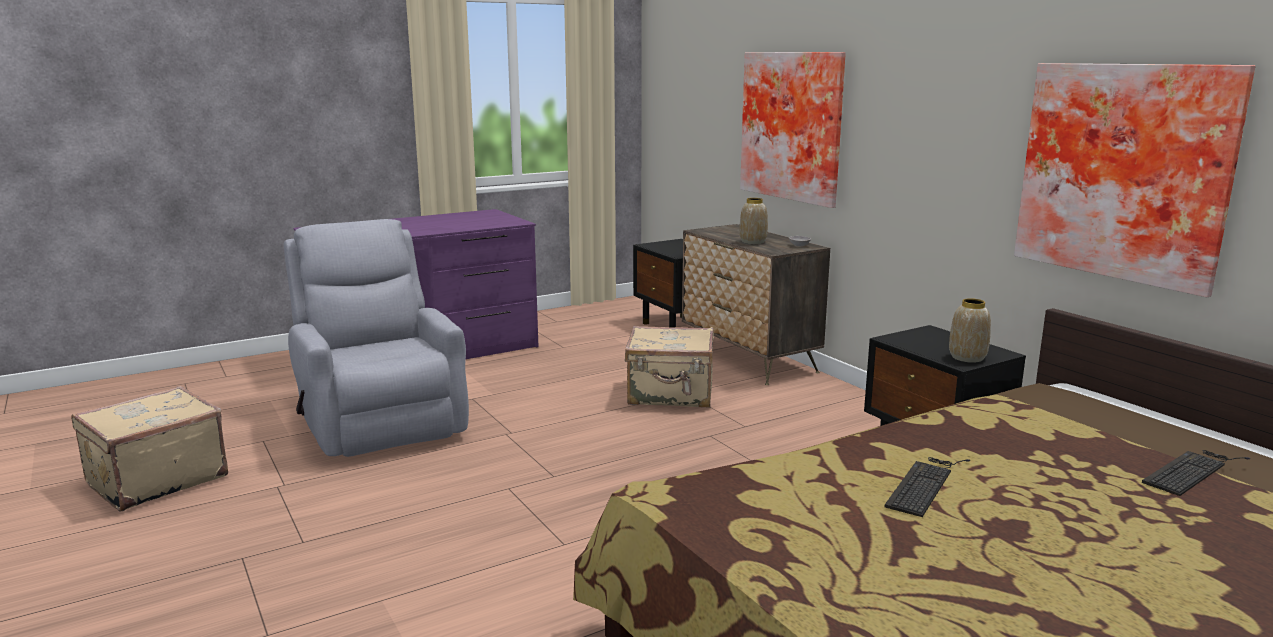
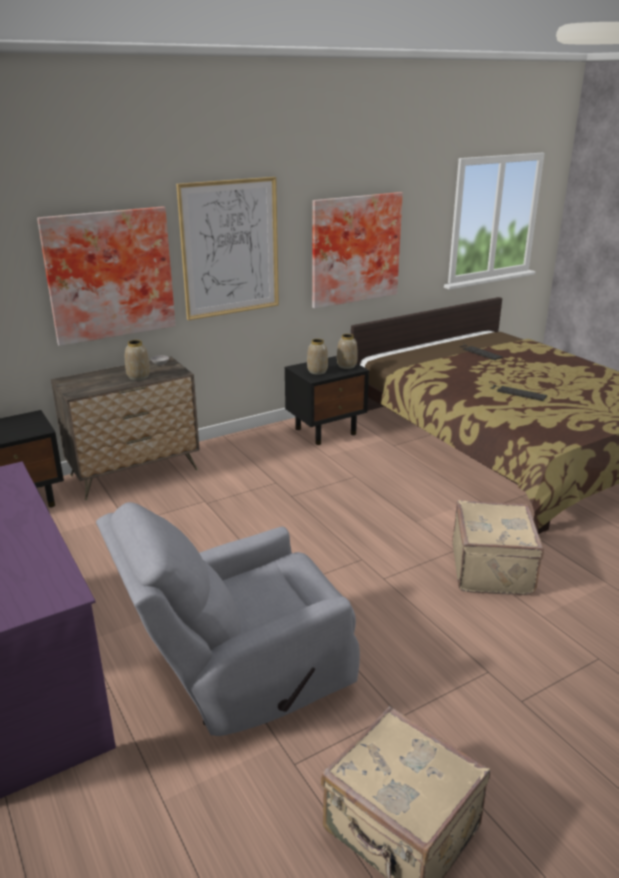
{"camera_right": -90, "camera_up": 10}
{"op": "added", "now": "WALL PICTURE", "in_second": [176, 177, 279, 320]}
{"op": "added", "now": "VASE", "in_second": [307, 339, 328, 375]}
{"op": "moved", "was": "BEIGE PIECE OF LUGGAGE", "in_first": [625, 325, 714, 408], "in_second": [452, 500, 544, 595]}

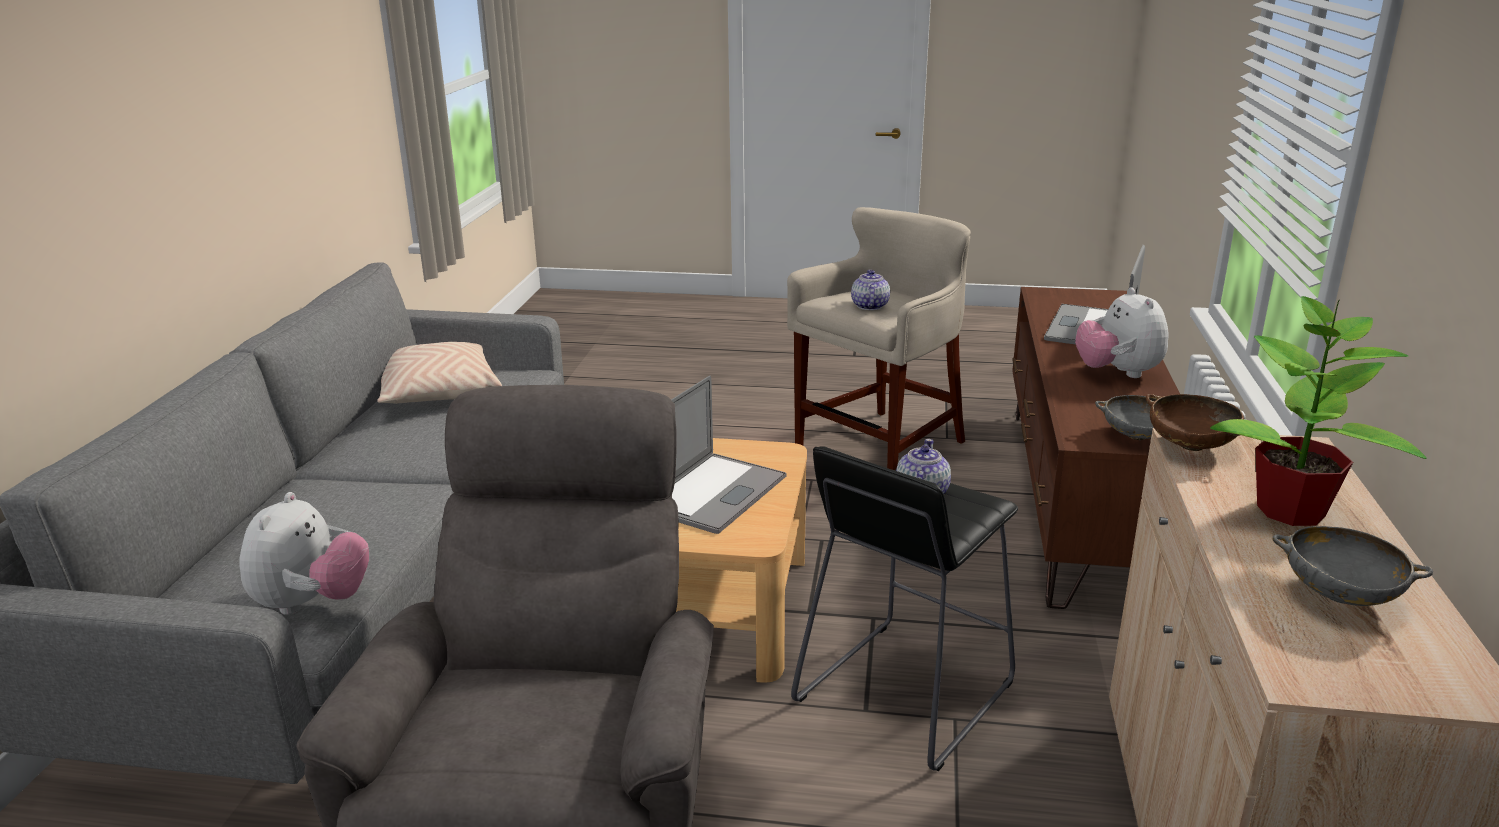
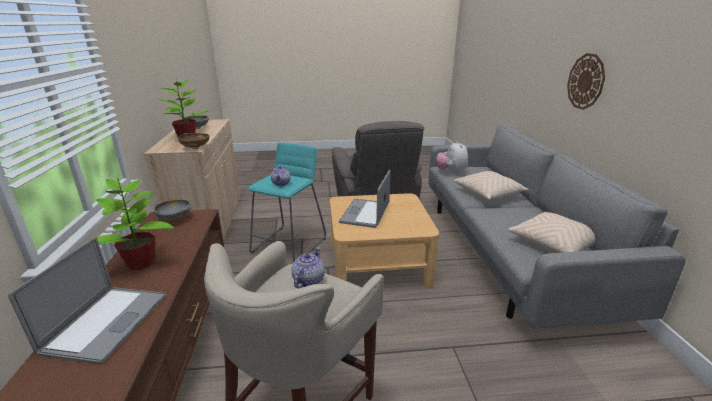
{"camera_right": 165, "camera_up": 0}
{"op": "added", "now": "BEIGE CUSHION", "in_second": [453, 171, 529, 201]}
{"op": "added", "now": "HANGING CLOCK", "in_second": [567, 53, 605, 110]}
{"op": "replaced", "was": "SOFT TOY", "now": "POTTED PLANT", "in_first": [1075, 287, 1169, 378], "in_second": [96, 178, 174, 270]}
{"op": "recoloured", "was": "BLACK STOOL SEAT", "now": "TURQUOISE STOOL SEAT", "in_first": [791, 446, 1018, 771], "in_second": [247, 142, 326, 263]}
{"op": "turned", "was": "TEAPOT", "in_first": [851, 270, 890, 310], "in_second": [292, 247, 325, 289], "clockwise": -150}

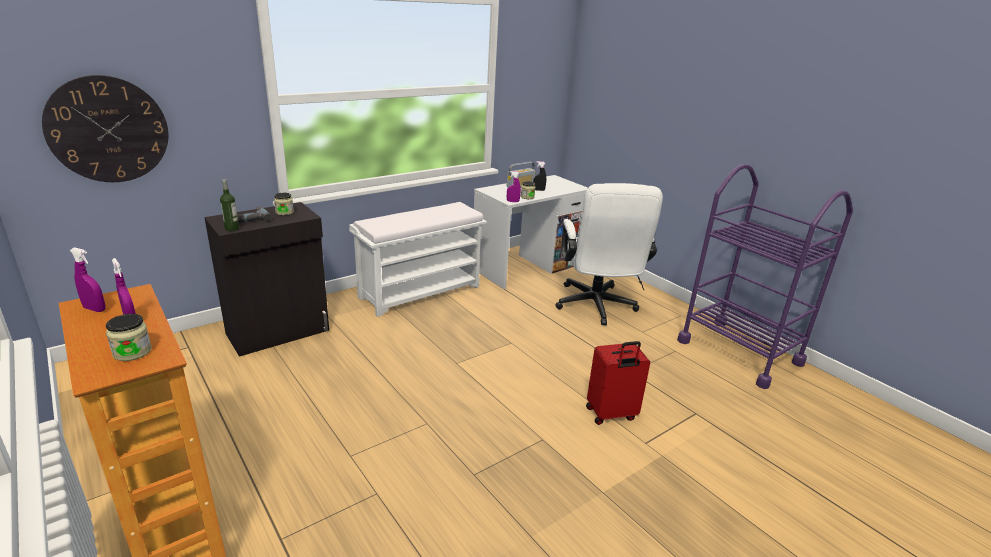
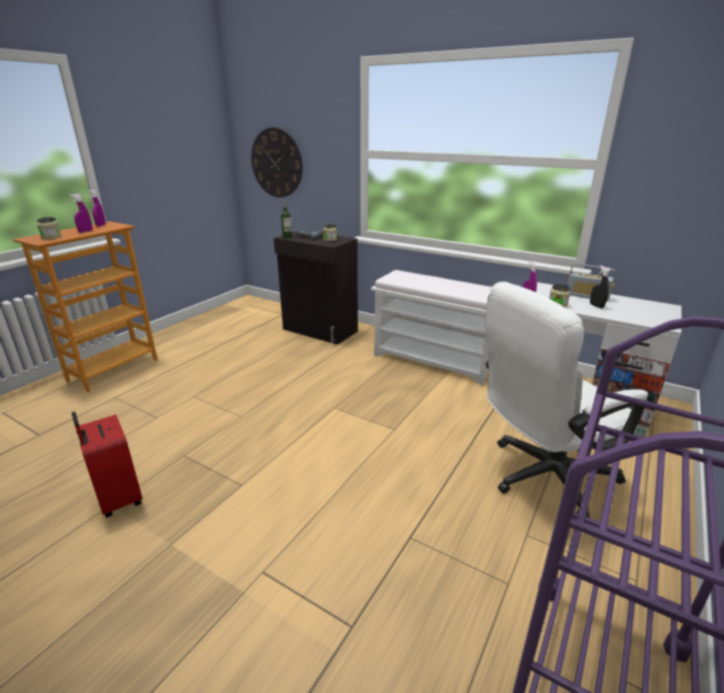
{"camera_right": 70, "camera_up": 0}
{"op": "moved", "was": "REDDISH PIECE OF LUGGAGE", "in_first": [586, 341, 650, 425], "in_second": [72, 412, 142, 518]}

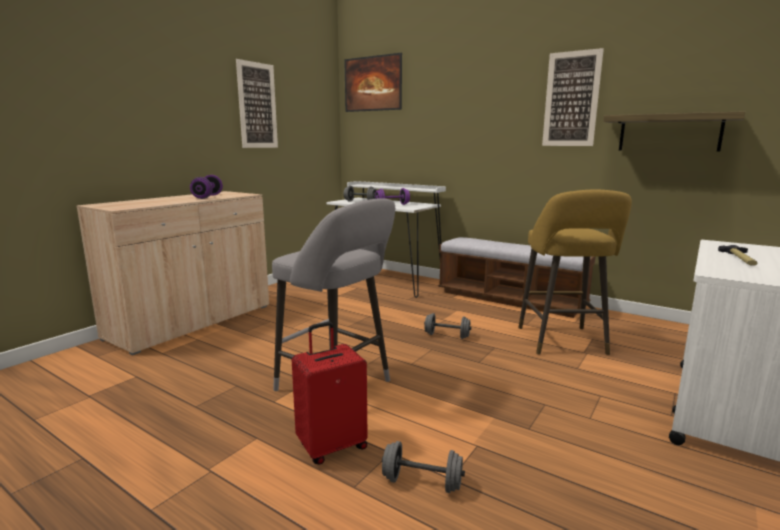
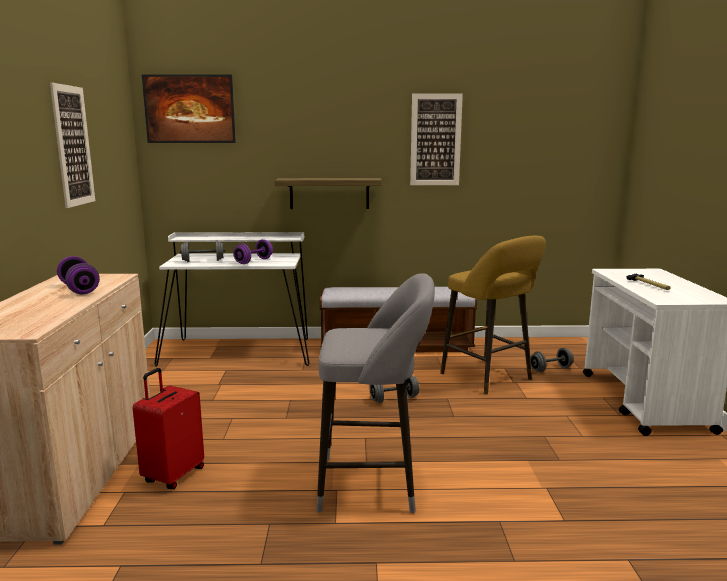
{"camera_right": -35, "camera_up": 0}
{"op": "moved", "was": "REDDISH PIECE OF LUGGAGE", "in_first": [292, 322, 368, 465], "in_second": [133, 368, 204, 489]}
{"op": "moved", "was": "GREYISH DUMBBELL", "in_first": [382, 441, 465, 493], "in_second": [530, 348, 574, 372]}
{"op": "moved", "was": "BRACKET SHELF", "in_first": [603, 111, 745, 152], "in_second": [275, 178, 382, 209]}

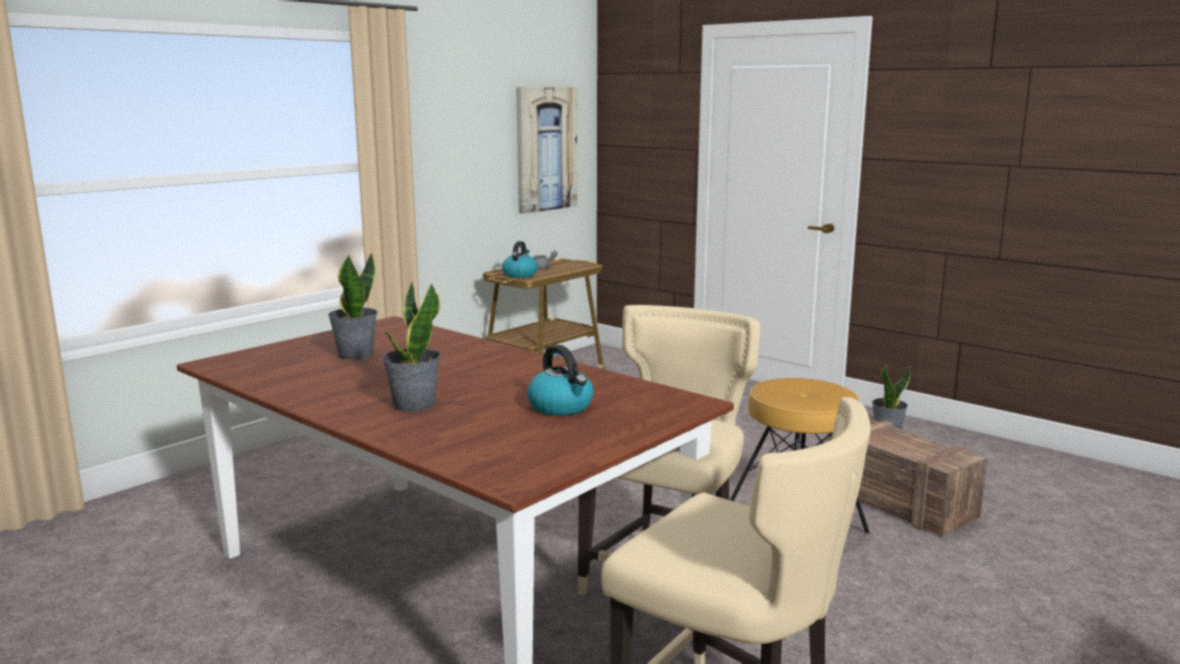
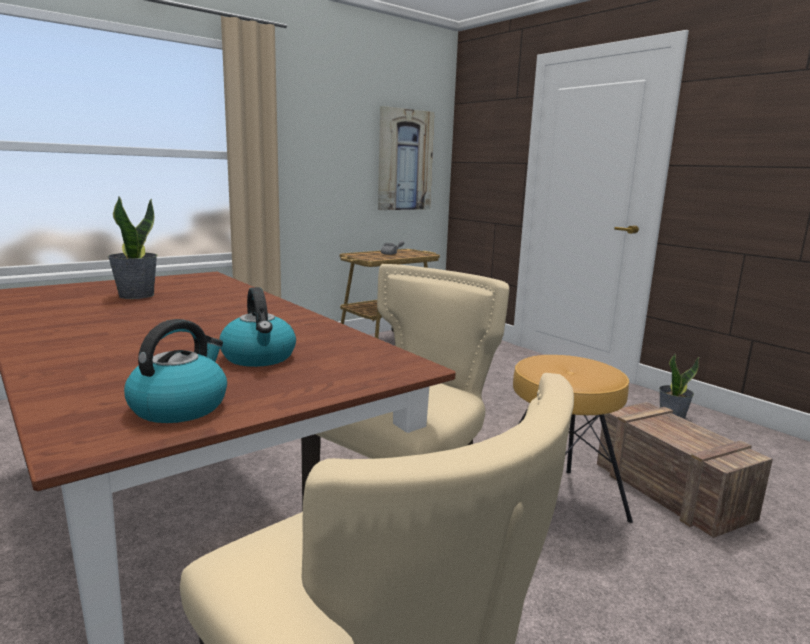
{"camera_right": 10, "camera_up": 0}
{"op": "removed", "was": "POTTED PLANT", "in_first": [382, 281, 440, 412]}
{"op": "moved", "was": "TEA KETTLE", "in_first": [502, 241, 538, 278], "in_second": [124, 319, 227, 423]}

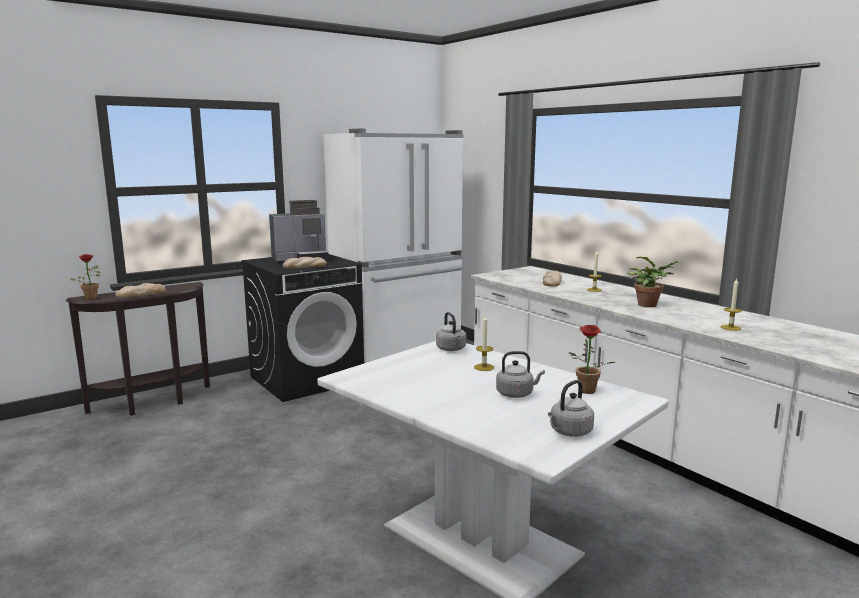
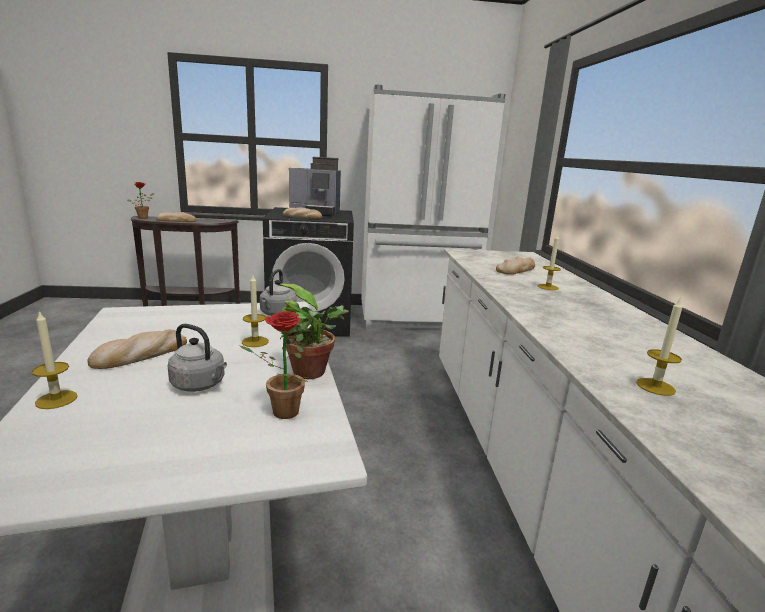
{"camera_right": 30, "camera_up": 5}
{"op": "removed", "was": "GREYISH TEA KETTLE", "in_first": [548, 380, 594, 437]}
{"op": "added", "now": "CANDLE", "in_second": [32, 310, 78, 409]}
{"op": "added", "now": "BAKED BREAD", "in_second": [88, 329, 187, 369]}
{"op": "moved", "was": "POTTED PLANT", "in_first": [627, 256, 682, 307], "in_second": [278, 283, 349, 379]}

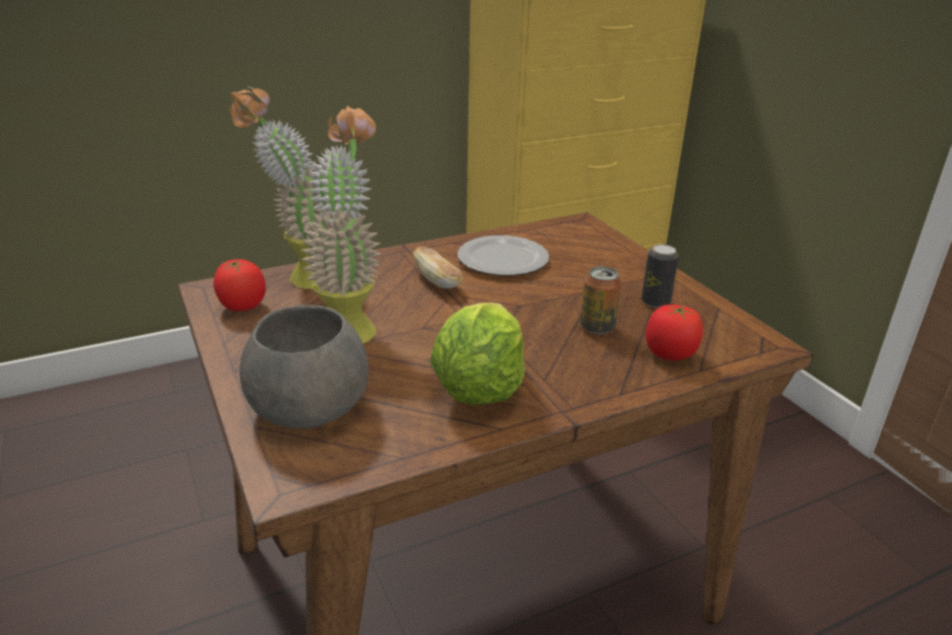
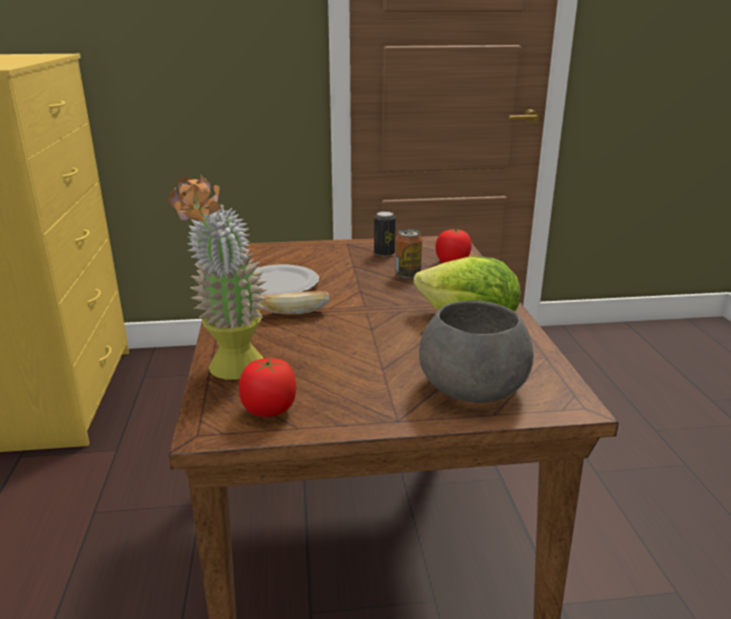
{"camera_right": -70, "camera_up": -5}
{"op": "removed", "was": "POTTED PLANT", "in_first": [300, 106, 381, 343]}

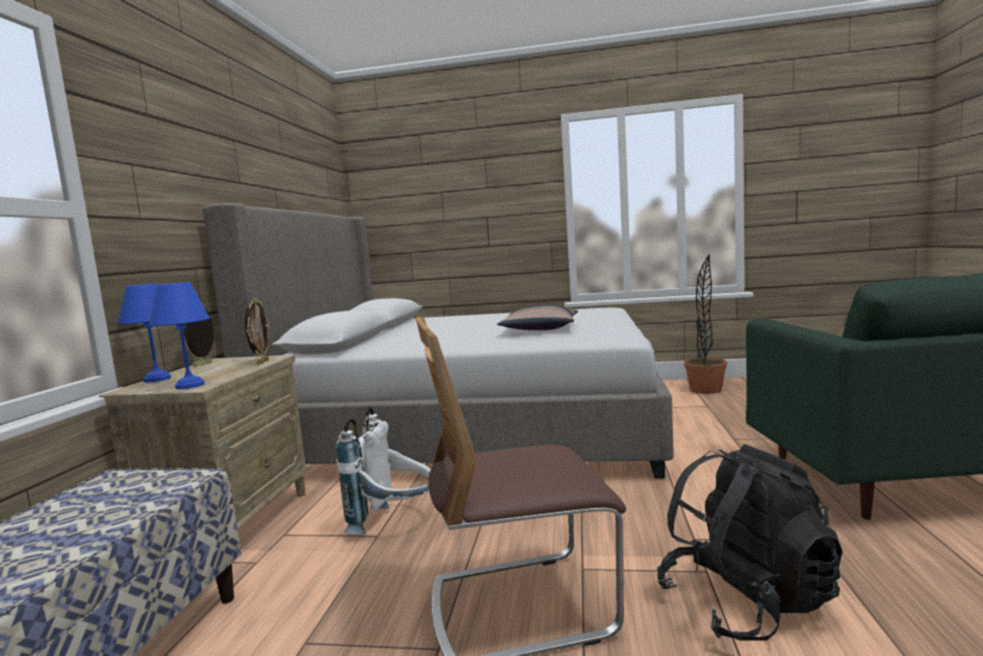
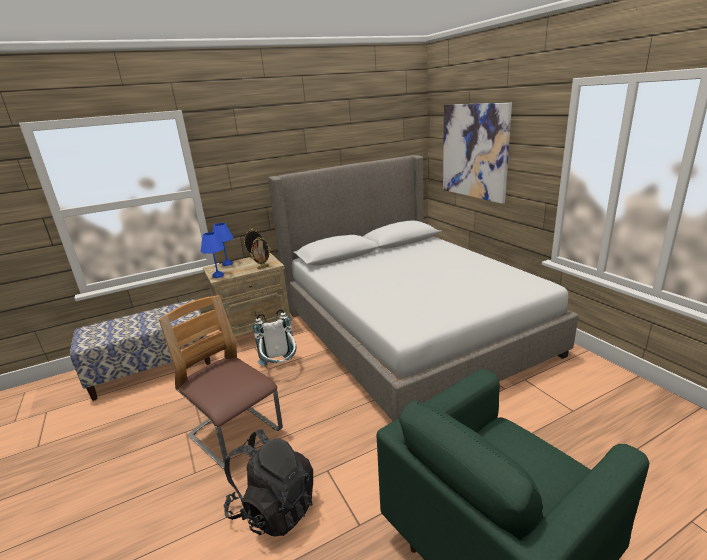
{"camera_right": 55, "camera_up": 15}
{"op": "removed", "was": "CUSHION", "in_first": [497, 305, 578, 330]}
{"op": "removed", "was": "POTTED PLANT", "in_first": [684, 254, 727, 394]}
{"op": "added", "now": "WALL PICTURE", "in_second": [443, 103, 512, 204]}

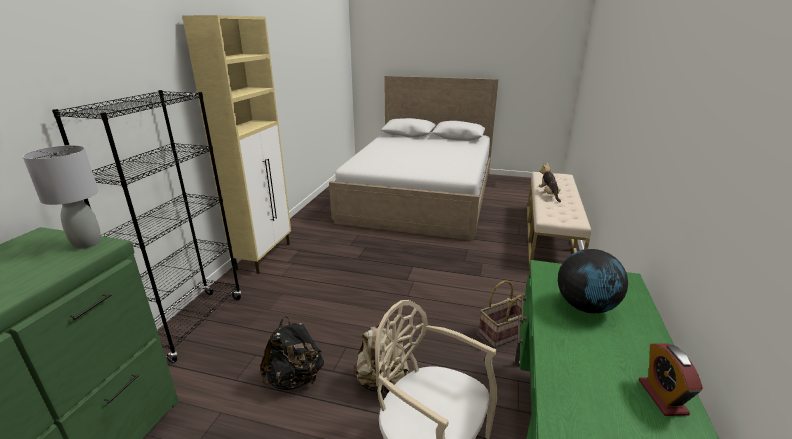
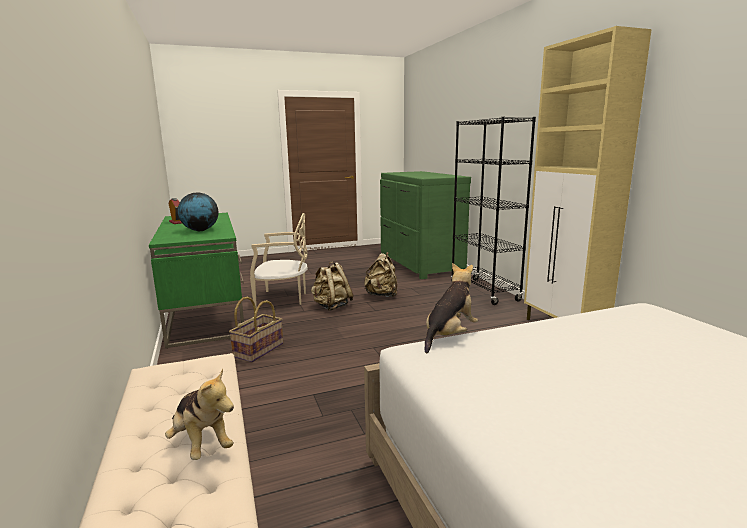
{"camera_right": 145, "camera_up": -10}
{"op": "removed", "was": "GREYISH TABLETOP LAMP", "in_first": [23, 145, 101, 249]}
{"op": "added", "now": "SOFT TOY", "in_second": [424, 263, 478, 353]}
{"op": "recoloured", "was": "BLACK KNAPSACK", "now": "BEIGE KNAPSACK", "in_first": [260, 316, 324, 390], "in_second": [364, 252, 397, 297]}

